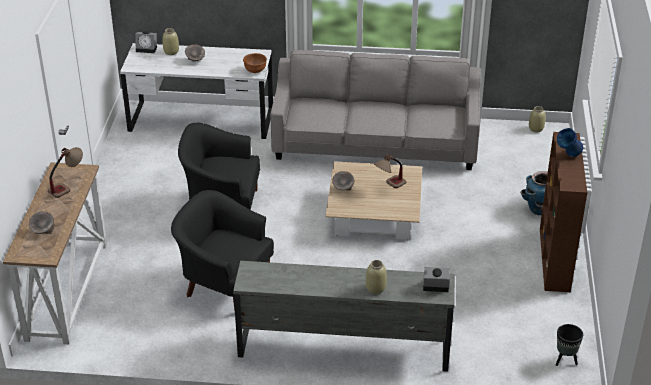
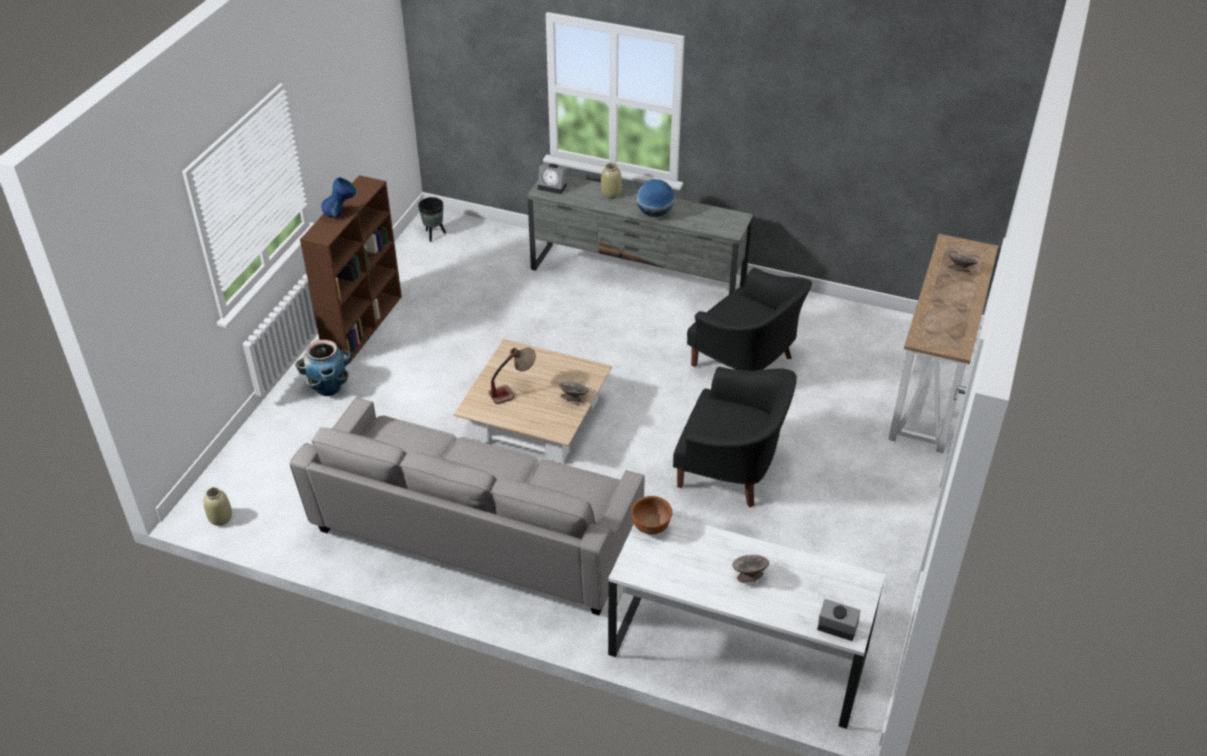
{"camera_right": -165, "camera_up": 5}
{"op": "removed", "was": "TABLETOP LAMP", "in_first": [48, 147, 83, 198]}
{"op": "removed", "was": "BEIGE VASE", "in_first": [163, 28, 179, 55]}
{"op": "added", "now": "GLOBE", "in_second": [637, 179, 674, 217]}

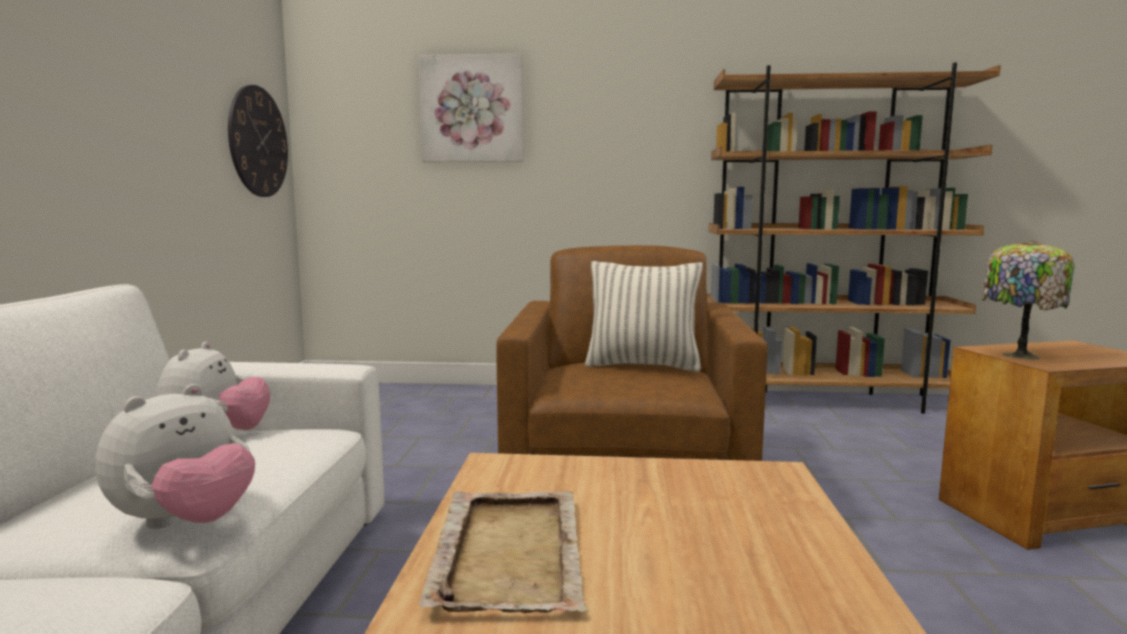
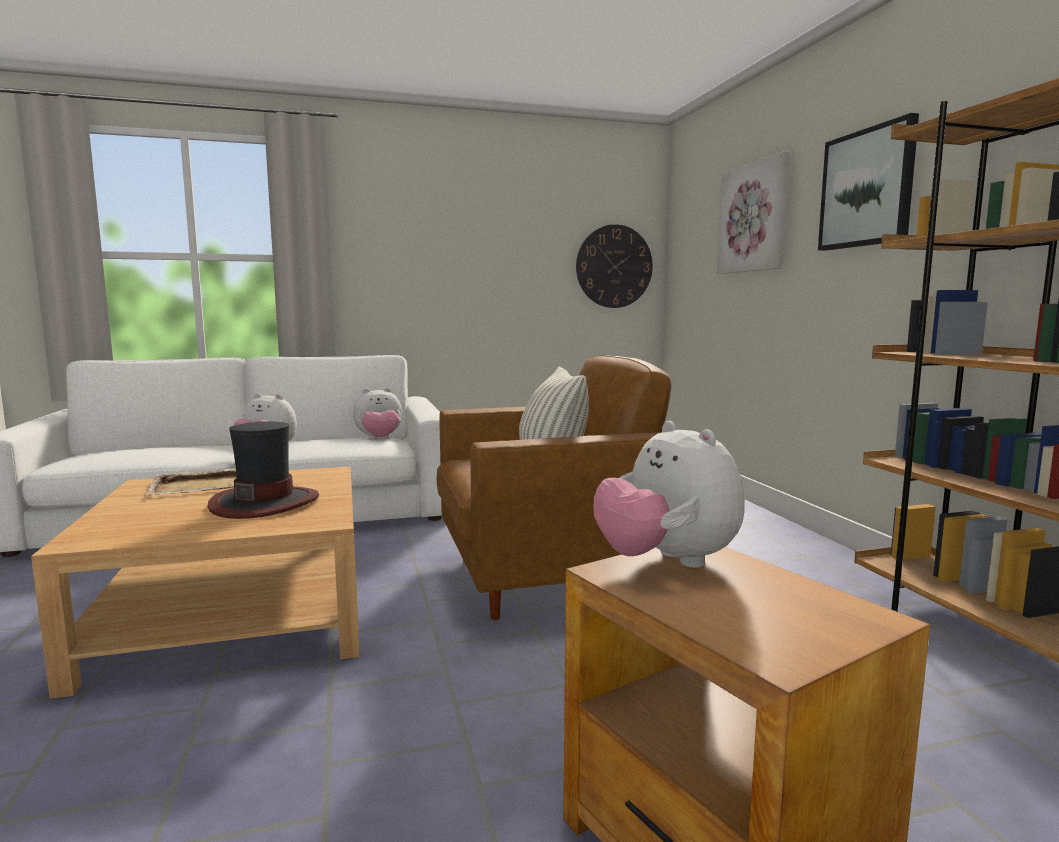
{"camera_right": 70, "camera_up": 0}
{"op": "added", "now": "WEARABLE HAT", "in_second": [207, 421, 319, 519]}
{"op": "added", "now": "WALL PICTURE", "in_second": [818, 113, 919, 251]}
{"op": "replaced", "was": "TABLETOP LAMP", "now": "SOFT TOY", "in_first": [982, 241, 1075, 360], "in_second": [593, 421, 745, 568]}

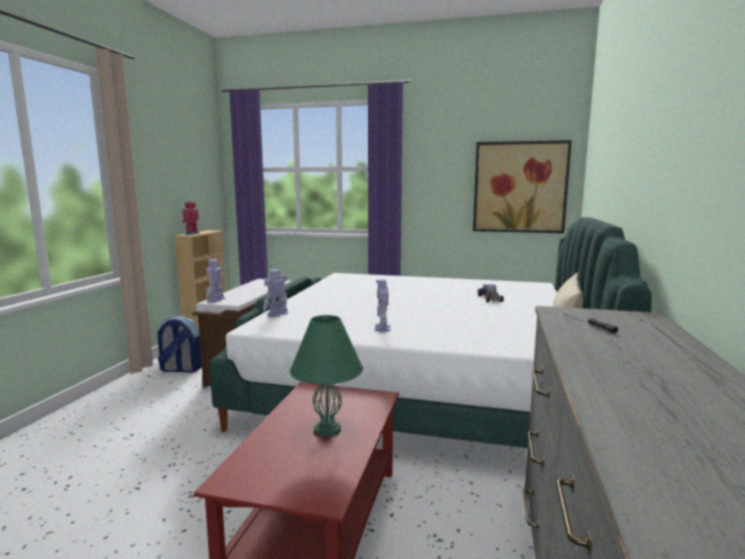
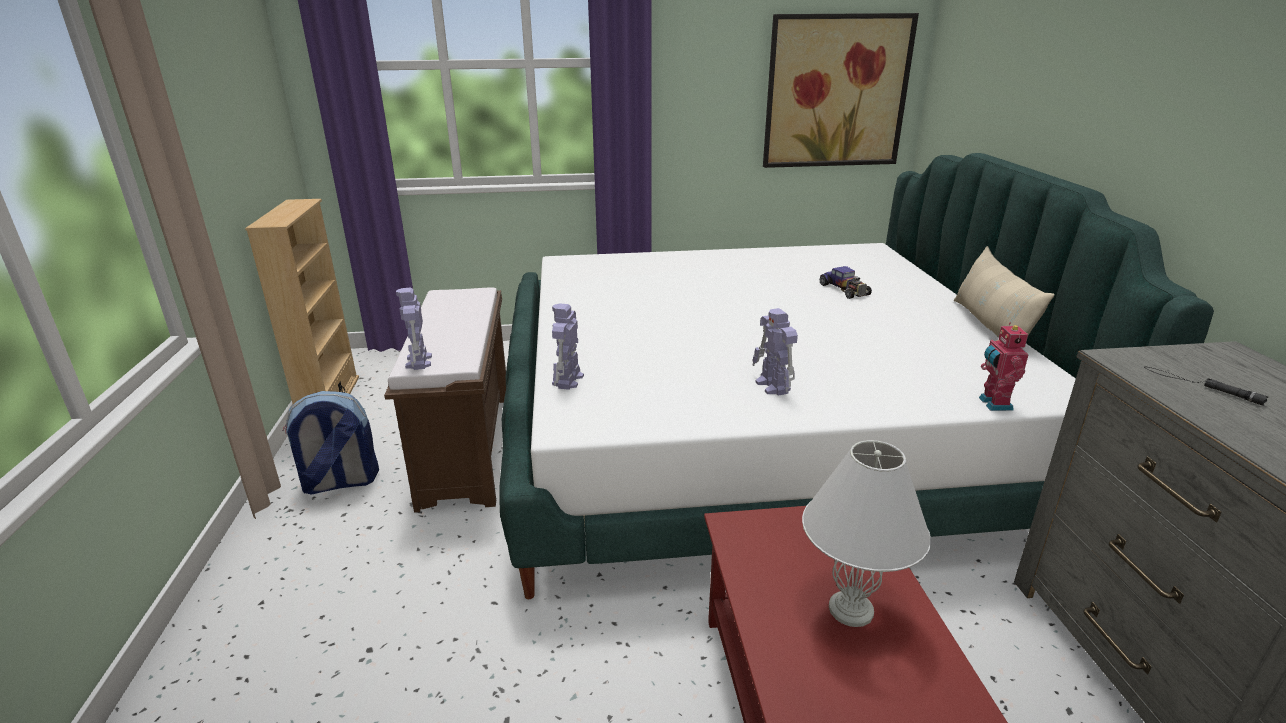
{"camera_right": -20, "camera_up": 15}
{"op": "moved", "was": "MODEL ROBOT", "in_first": [182, 201, 199, 235], "in_second": [979, 322, 1029, 411]}
{"op": "recoloured", "was": "GREENISH TABLETOP LAMP", "now": "WHITE TABLETOP LAMP", "in_first": [289, 315, 363, 437], "in_second": [802, 440, 931, 627]}

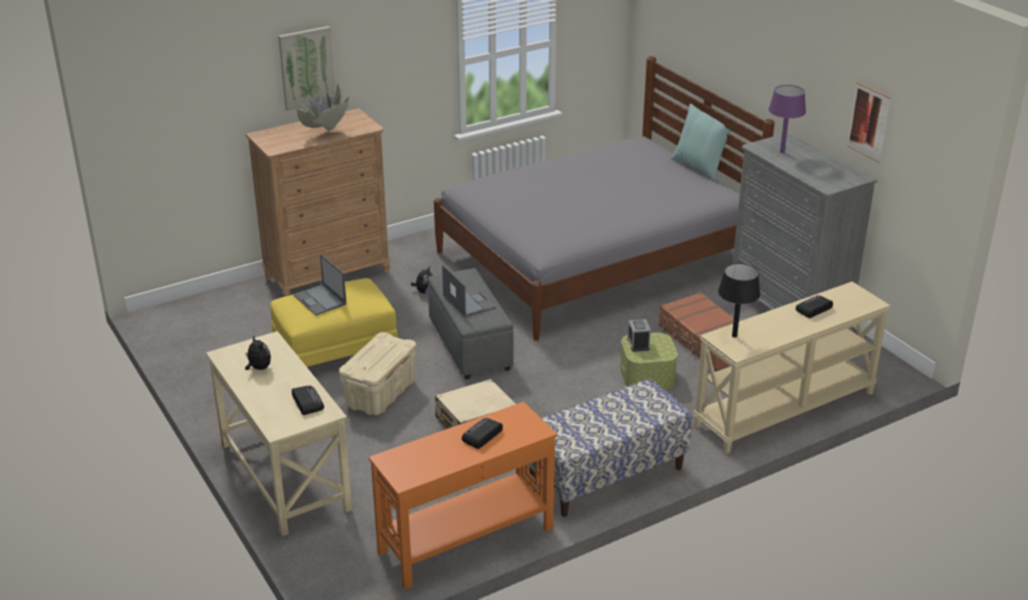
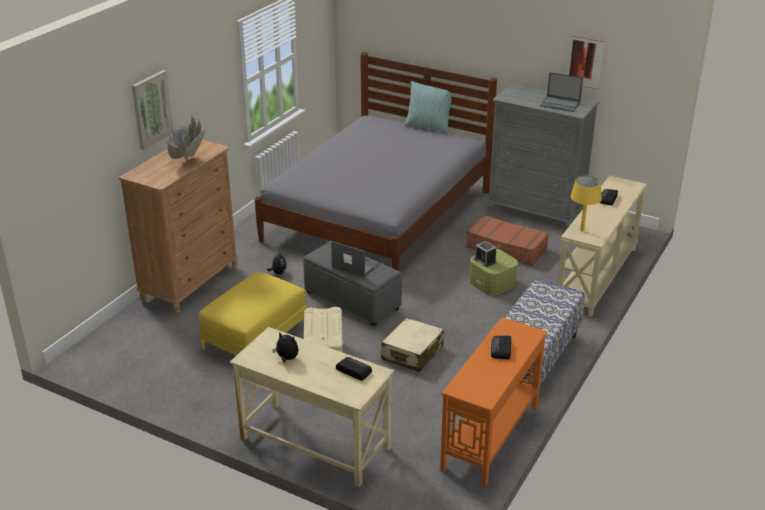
{"camera_right": -30, "camera_up": 0}
{"op": "removed", "was": "PURPLE TABLETOP LAMP", "in_first": [769, 85, 806, 153]}
{"op": "moved", "was": "NOTEBOOK COMPUTER", "in_first": [293, 254, 347, 315], "in_second": [540, 72, 583, 112]}
{"op": "recoloured", "was": "BLACK TABLETOP LAMP", "now": "YELLOW TABLETOP LAMP", "in_first": [718, 263, 760, 338], "in_second": [570, 176, 602, 232]}

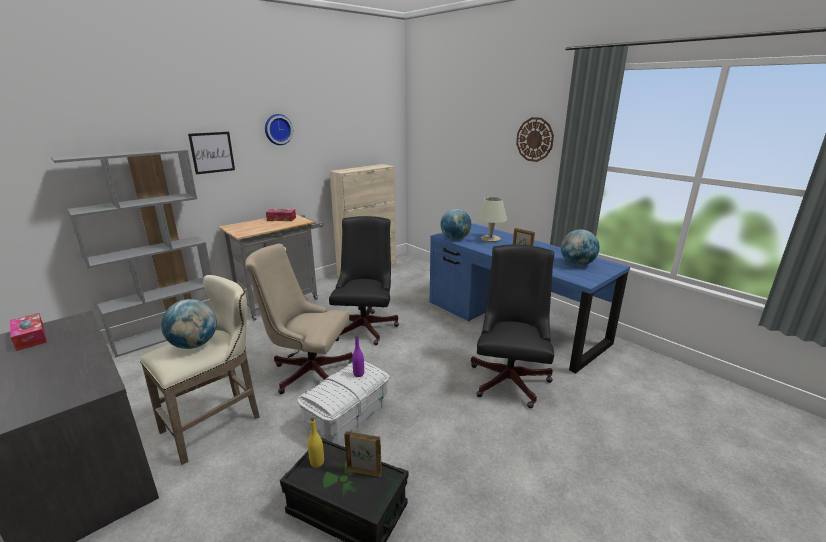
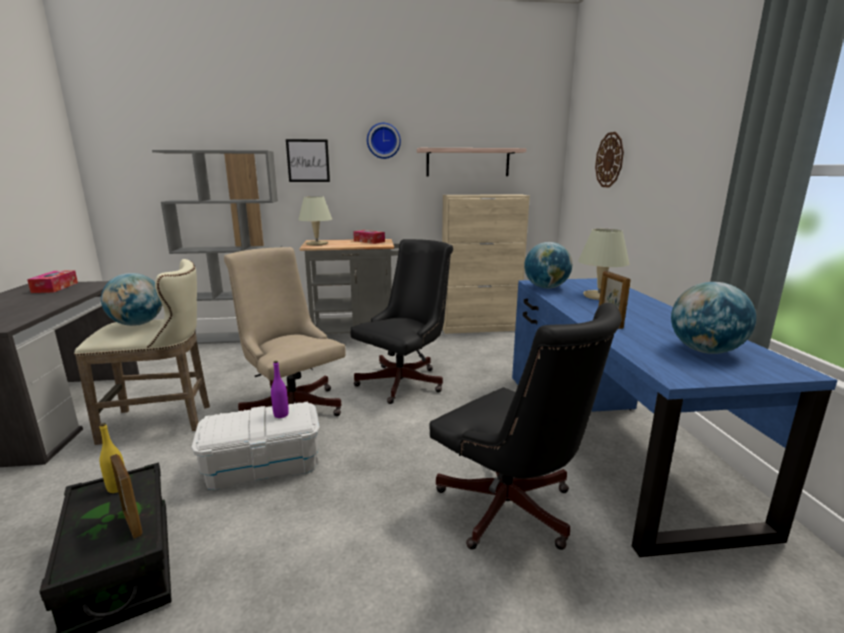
{"camera_right": 35, "camera_up": -5}
{"op": "added", "now": "BEIGE TABLETOP LAMP", "in_second": [298, 196, 332, 246]}
{"op": "added", "now": "BRACKET SHELF", "in_second": [417, 148, 526, 176]}
{"op": "moved", "was": "HANGING CLOCK", "in_first": [516, 117, 554, 162], "in_second": [595, 132, 624, 188]}
{"op": "turned", "was": "BLACK DESK CHAIR", "in_first": [471, 244, 554, 408], "in_second": [429, 303, 622, 550], "clockwise": 90}

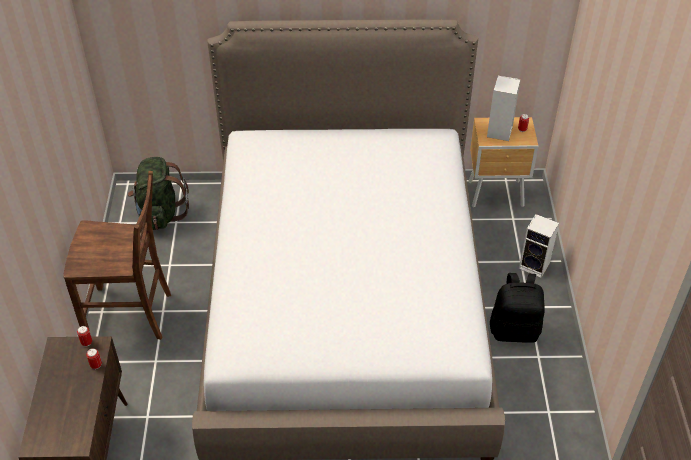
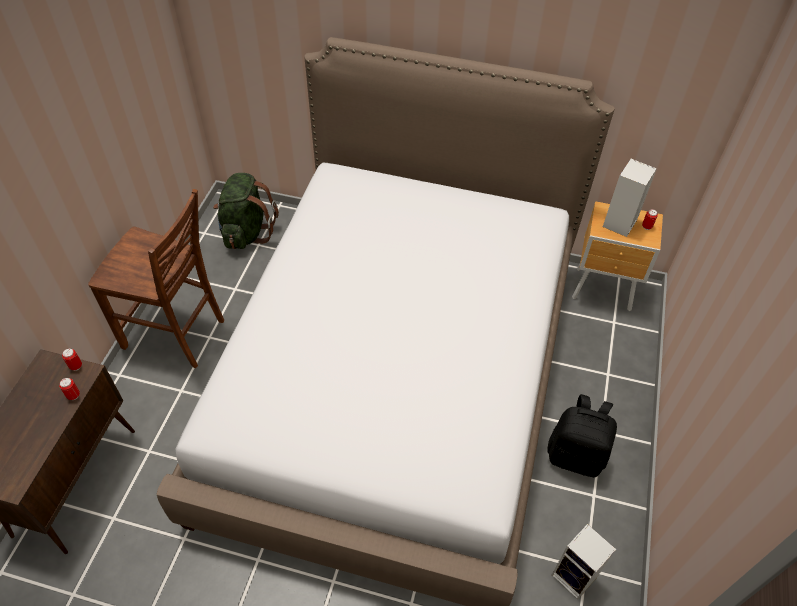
{"camera_right": 15, "camera_up": 5}
{"op": "moved", "was": "SPEAKER", "in_first": [519, 214, 559, 278], "in_second": [552, 524, 616, 600]}

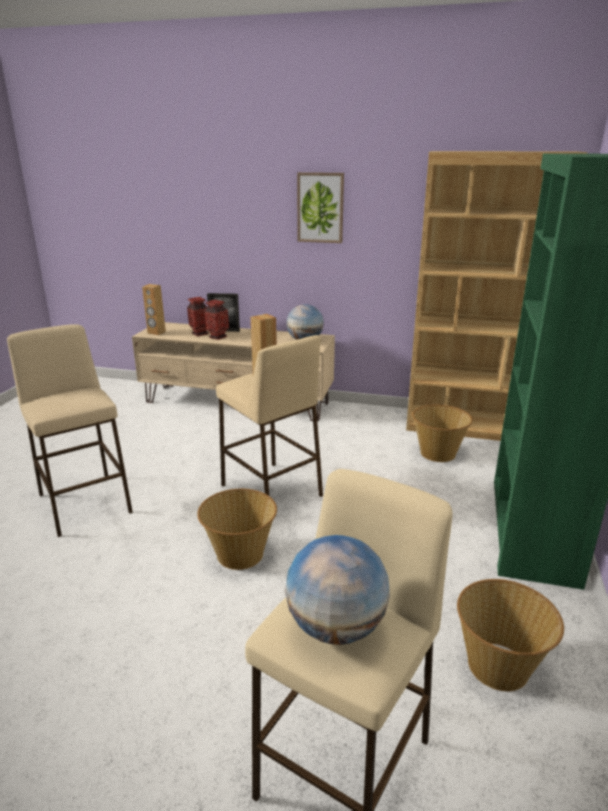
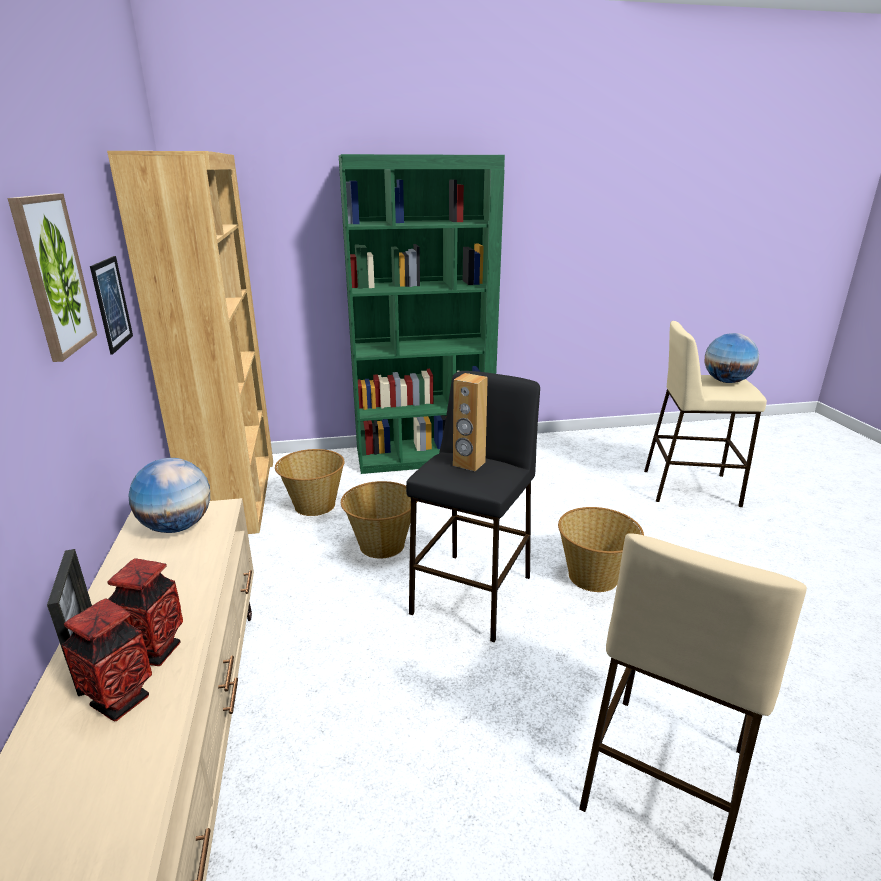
{"camera_right": -115, "camera_up": 0}
{"op": "removed", "was": "BROWNISH SPEAKER", "in_first": [142, 284, 166, 335]}
{"op": "added", "now": "WALL PICTURE", "in_second": [90, 256, 133, 355]}
{"op": "moved", "was": "HOUSEHOLD BASKET", "in_first": [457, 579, 564, 691], "in_second": [341, 481, 411, 559]}
{"op": "recoloured", "was": "BEIGE STOOL SEAT", "now": "BLACK STOOL SEAT", "in_first": [216, 335, 323, 497], "in_second": [406, 371, 540, 642]}

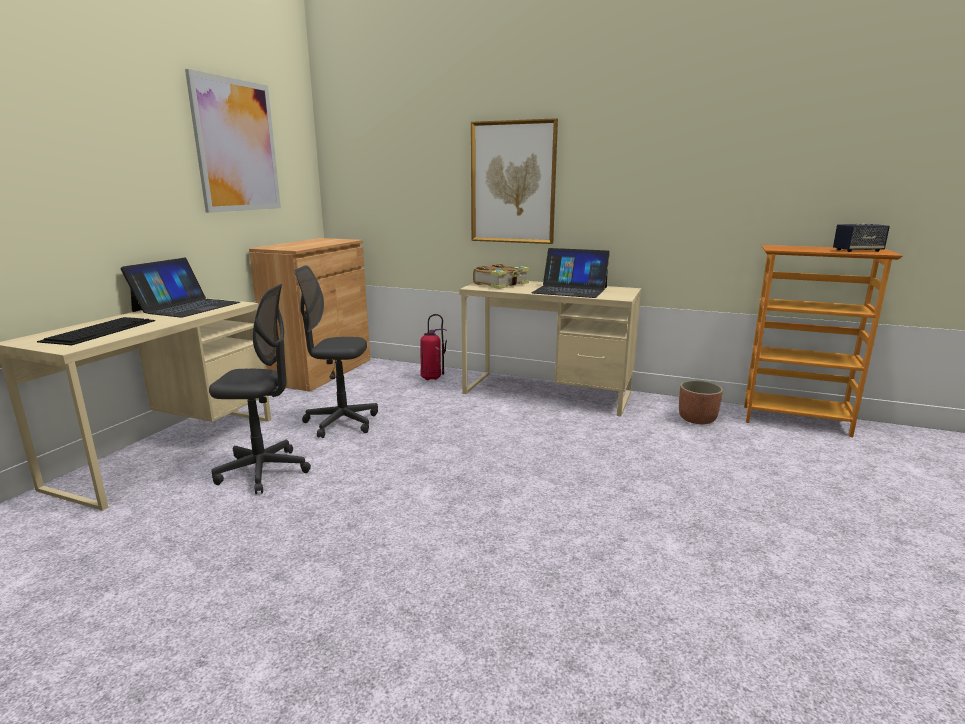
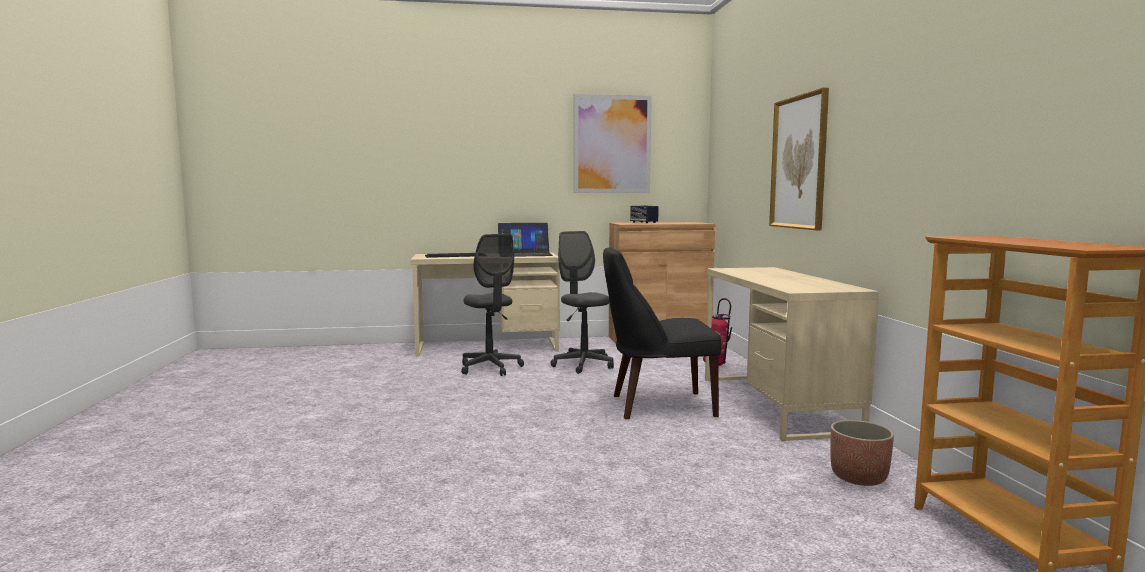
{"camera_right": 60, "camera_up": -10}
{"op": "removed", "was": "VOLUME", "in_first": [473, 264, 529, 289]}
{"op": "removed", "was": "NOTEBOOK COMPUTER", "in_first": [532, 248, 610, 298]}
{"op": "added", "now": "BLACK PLAIN CHAIR", "in_second": [603, 247, 721, 419]}
{"op": "moved", "was": "SPEAKER", "in_first": [833, 224, 890, 252], "in_second": [630, 205, 659, 223]}

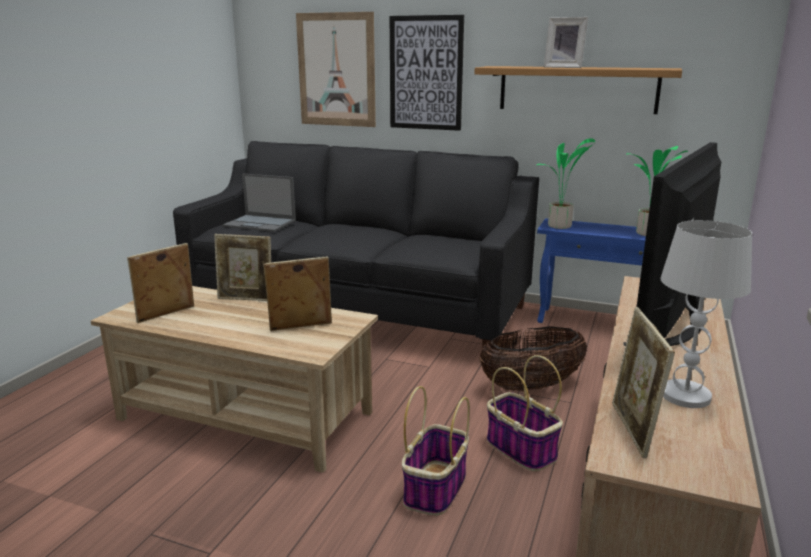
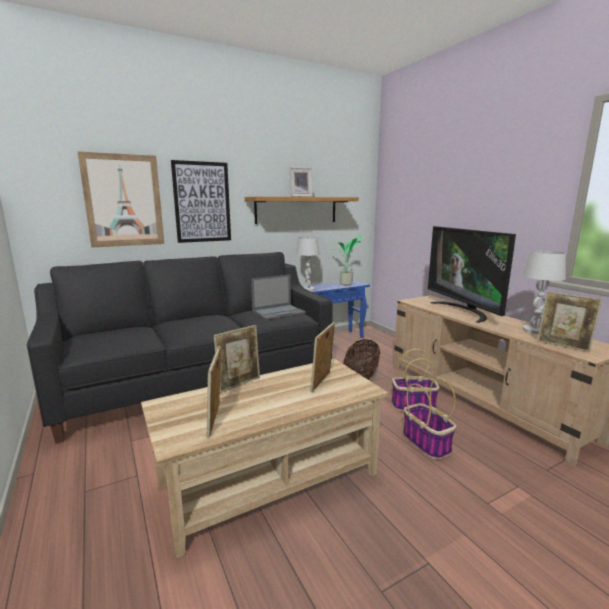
{"camera_right": -50, "camera_up": -5}
{"op": "moved", "was": "NOTEBOOK COMPUTER", "in_first": [222, 174, 296, 232], "in_second": [251, 275, 306, 320]}
{"op": "replaced", "was": "POTTED PLANT", "now": "WHITE TABLETOP LAMP", "in_first": [537, 138, 595, 229], "in_second": [296, 237, 320, 291]}

